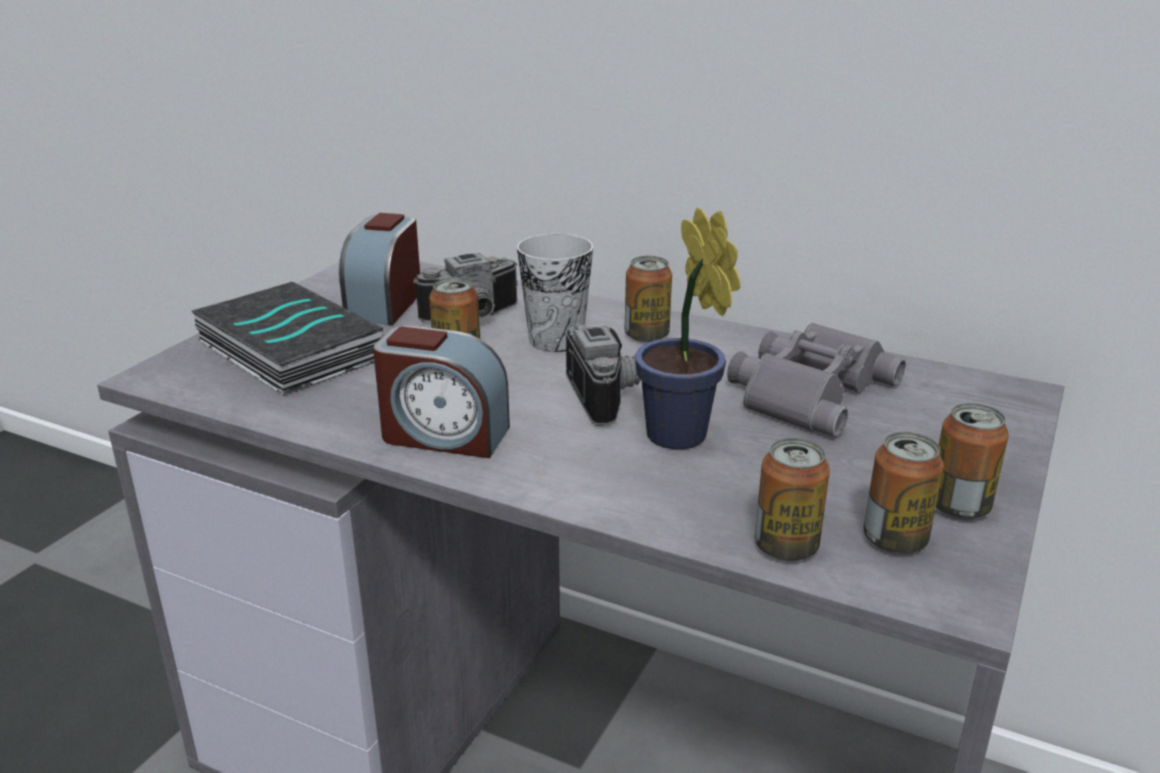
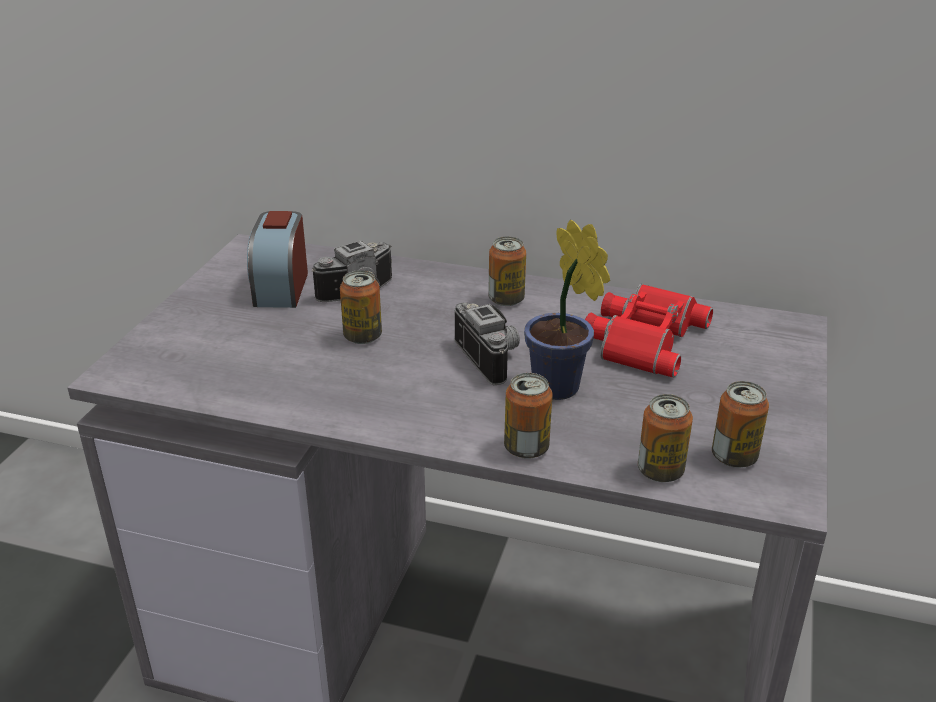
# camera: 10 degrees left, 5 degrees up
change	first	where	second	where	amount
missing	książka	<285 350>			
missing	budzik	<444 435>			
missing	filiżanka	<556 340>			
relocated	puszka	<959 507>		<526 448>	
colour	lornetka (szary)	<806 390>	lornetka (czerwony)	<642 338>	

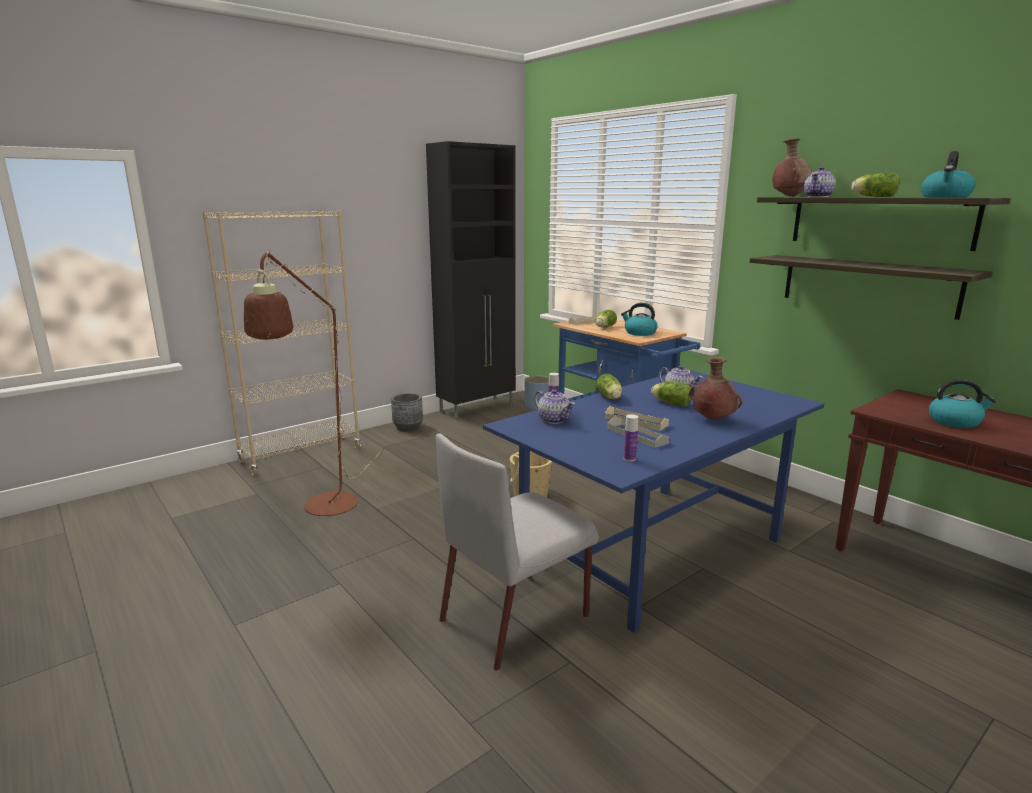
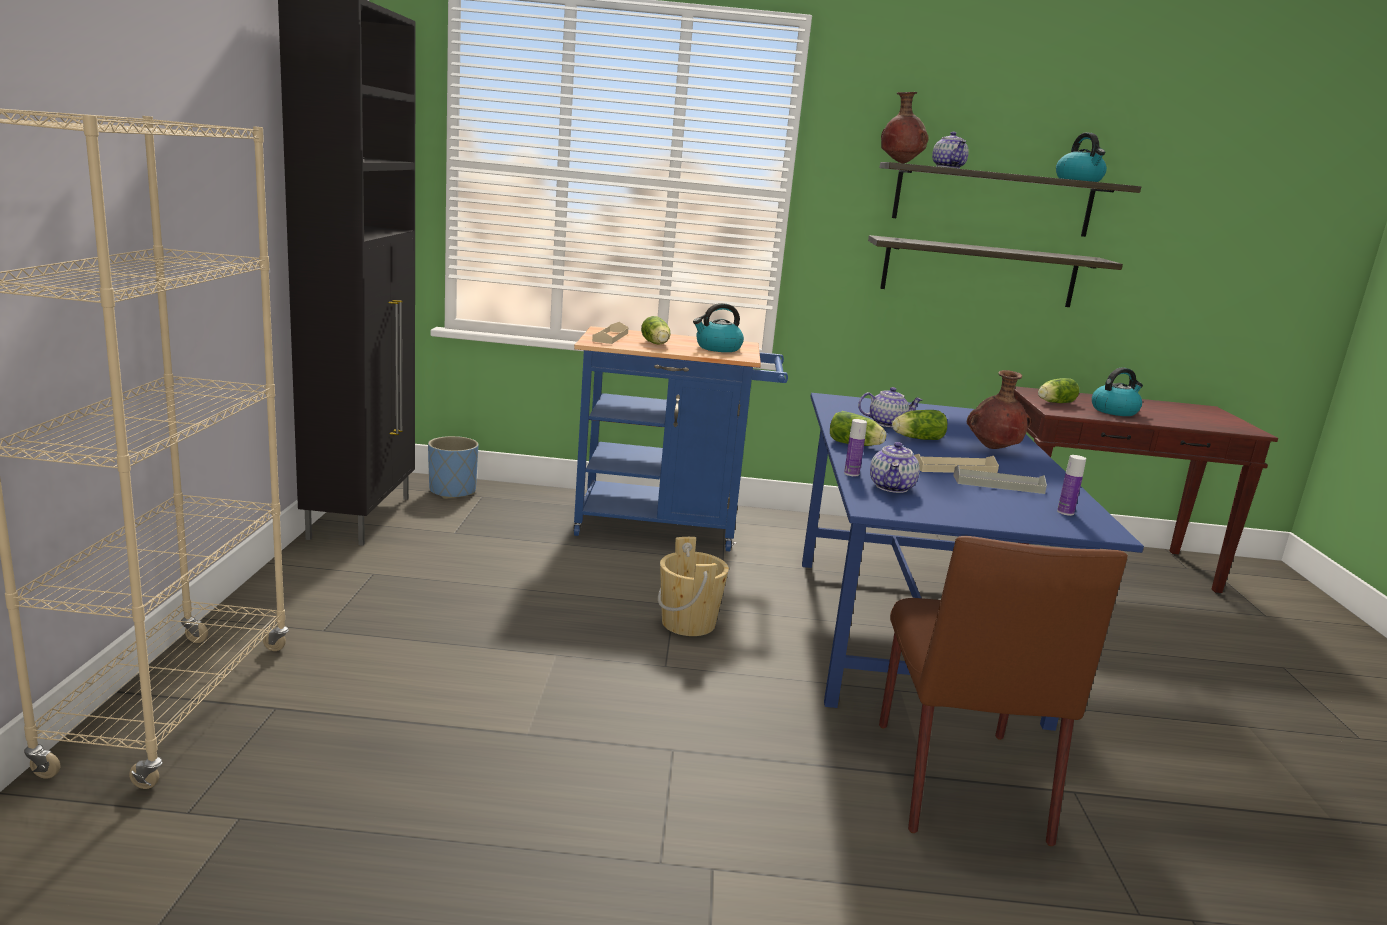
# camera: 50 degrees left, 0 degrees up
change	first	where	second	where	amount
missing	lampa stojąca (brązowy)	<325 510>			
missing	donica (szary)	<408 427>			
relocated	sałata	<872 197>		<1054 403>	
colour	krzesło (szary)	<516 617>	krzesło (brązowy)	<957 778>	
spun	imbryk	<554 420>		<892 487>	105 degrees clockwise

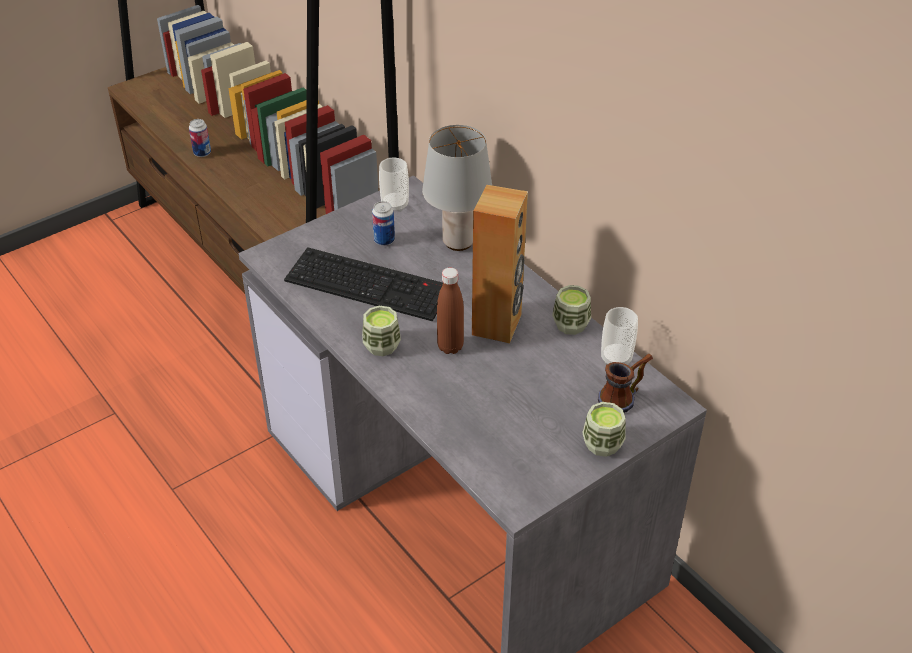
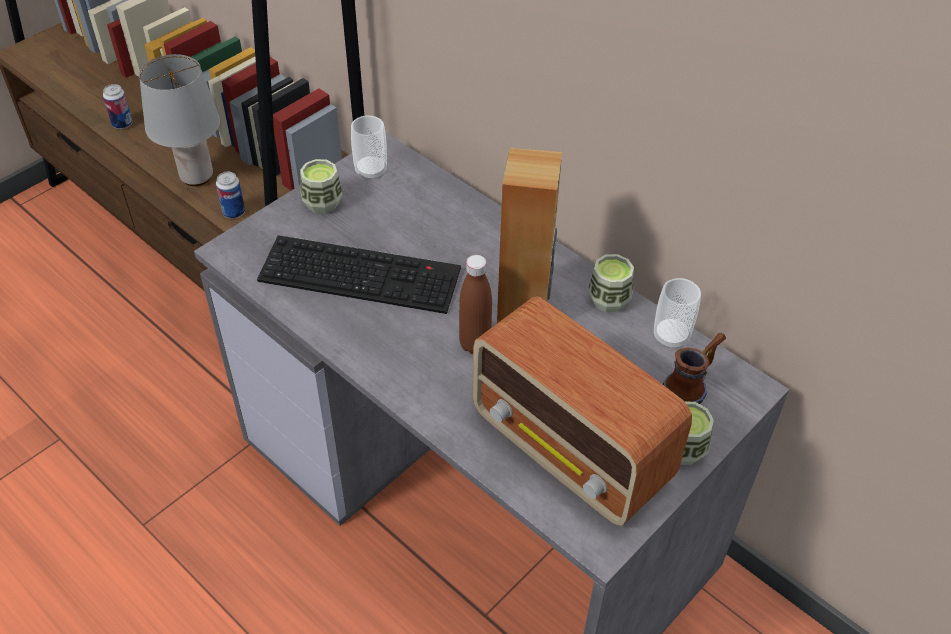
# camera: 10 degrees left, 5 degrees up
change	first	where	second	where	amount
appeared			radio	<571 451>	
relocated	filiżanka	<382 346>		<322 203>	
relocated	puszka	<384 240>		<234 212>	
relocated	lampa stołowa (szary)	<458 242>		<197 177>	

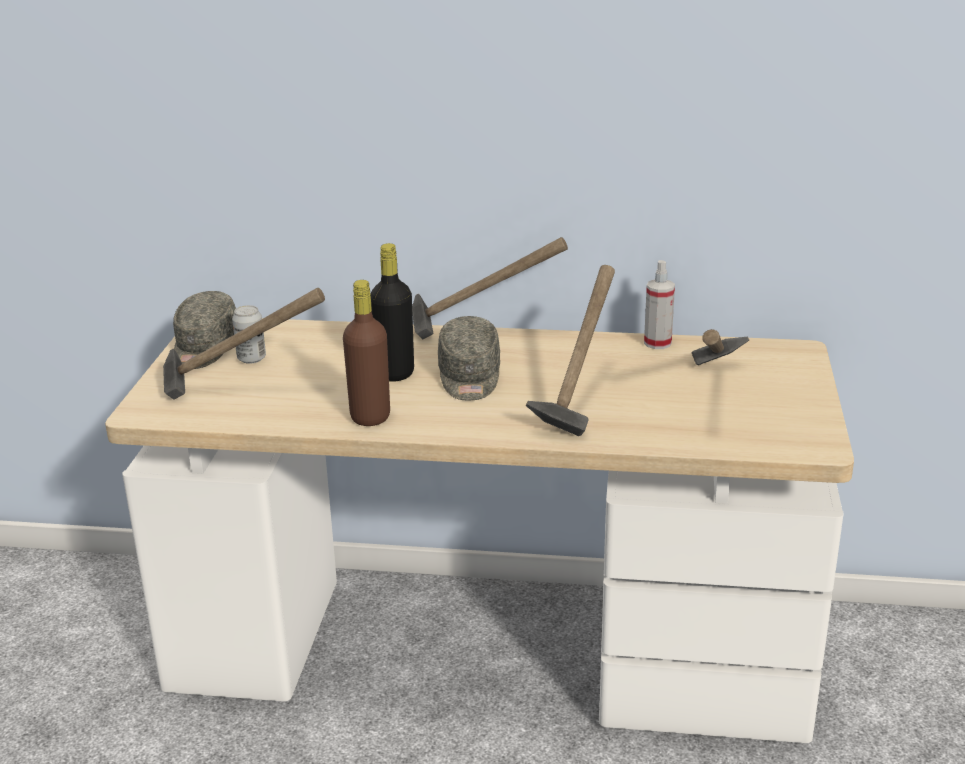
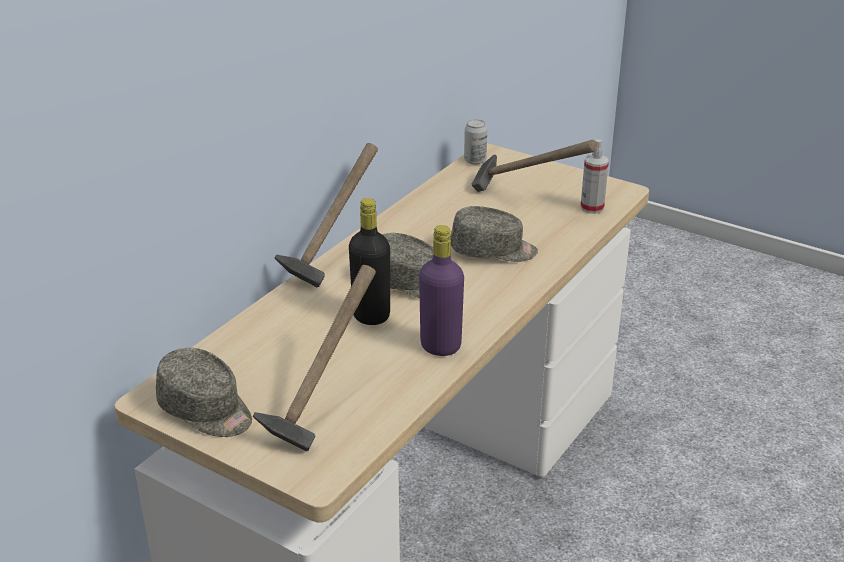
# camera: 65 degrees left, 5 degrees up
change	first	where	second	where	amount
relocated	puszka	<251 358>		<475 161>	
relocated	spryskiwacz	<657 343>		<592 208>	
exchanged	młotek	<577 402>	czapka z daszkiem (szary)	<493 251>	
colour	butelka (brązowy)	<370 417>	butelka (fioletowy)	<440 346>	

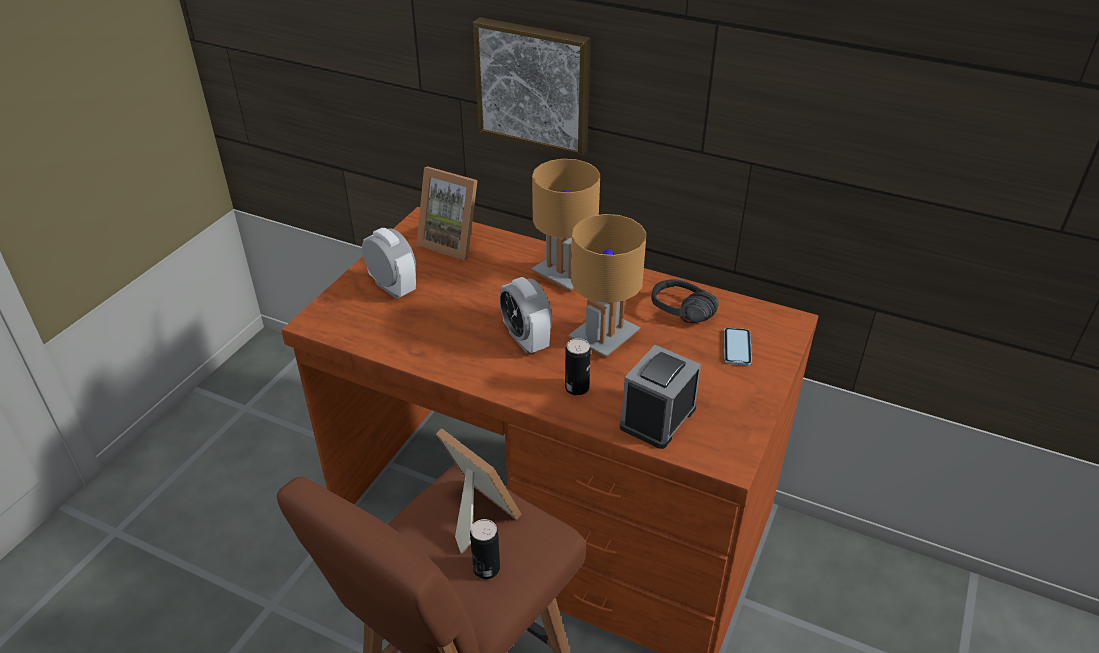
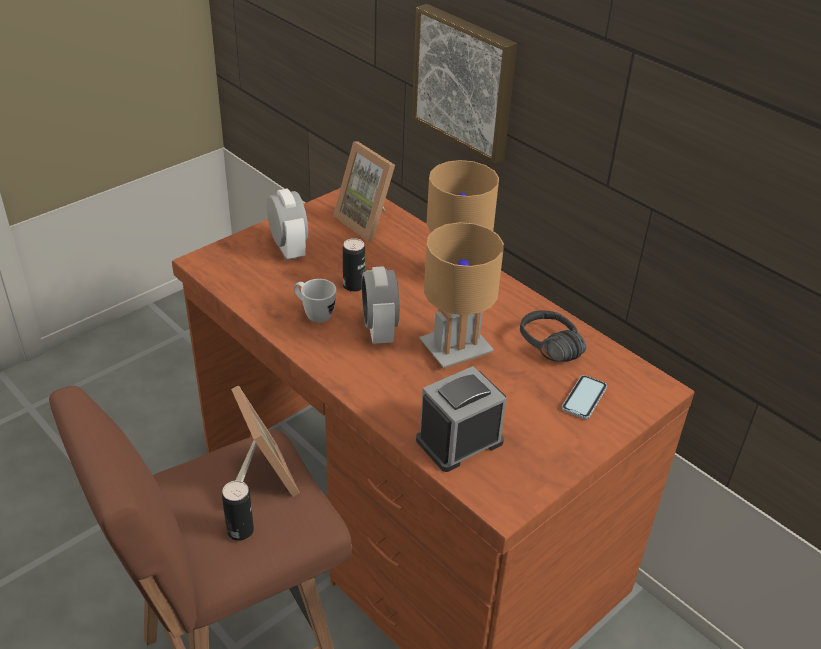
# camera: 20 degrees right, 0 degrees up
change	first	where	second	where	amount
appeared			kubek (biały)	<314 314>	
relocated	puszka	<577 388>		<353 286>	

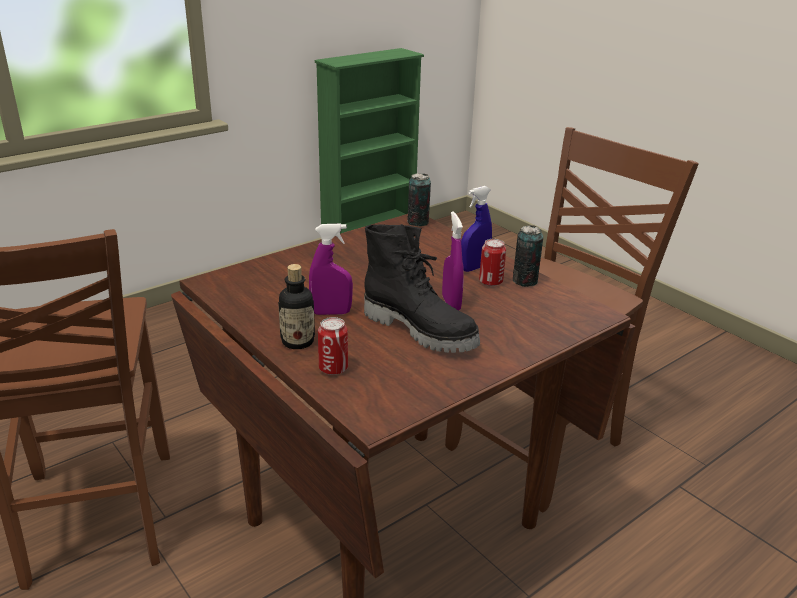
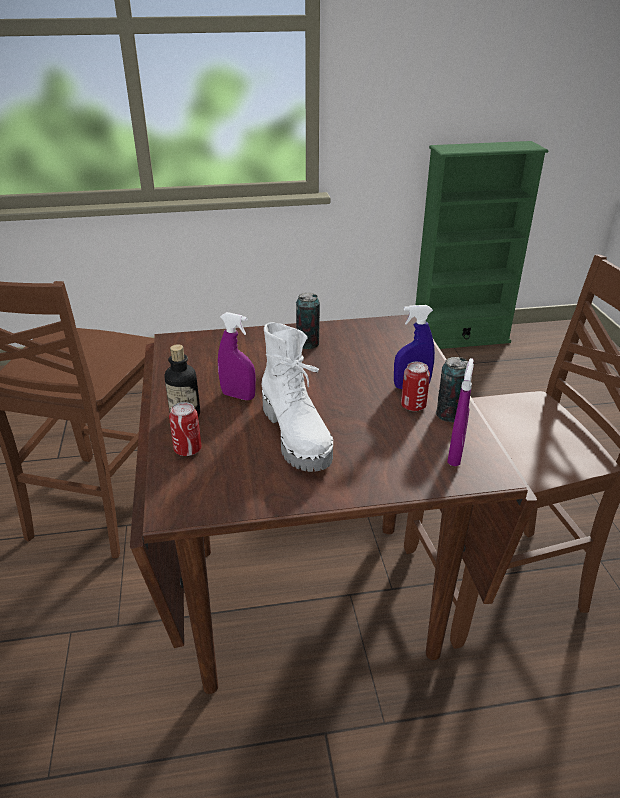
# camera: 30 degrees right, 5 degrees up
change	first	where	second	where	amount
relocated	puszka	<418 222>		<307 344>	
relocated	spryskiwacz (fioletowy)	<451 303>		<455 455>	
colour	but z cholewką (czarny)	<421 329>	but z cholewką (biały)	<298 435>	

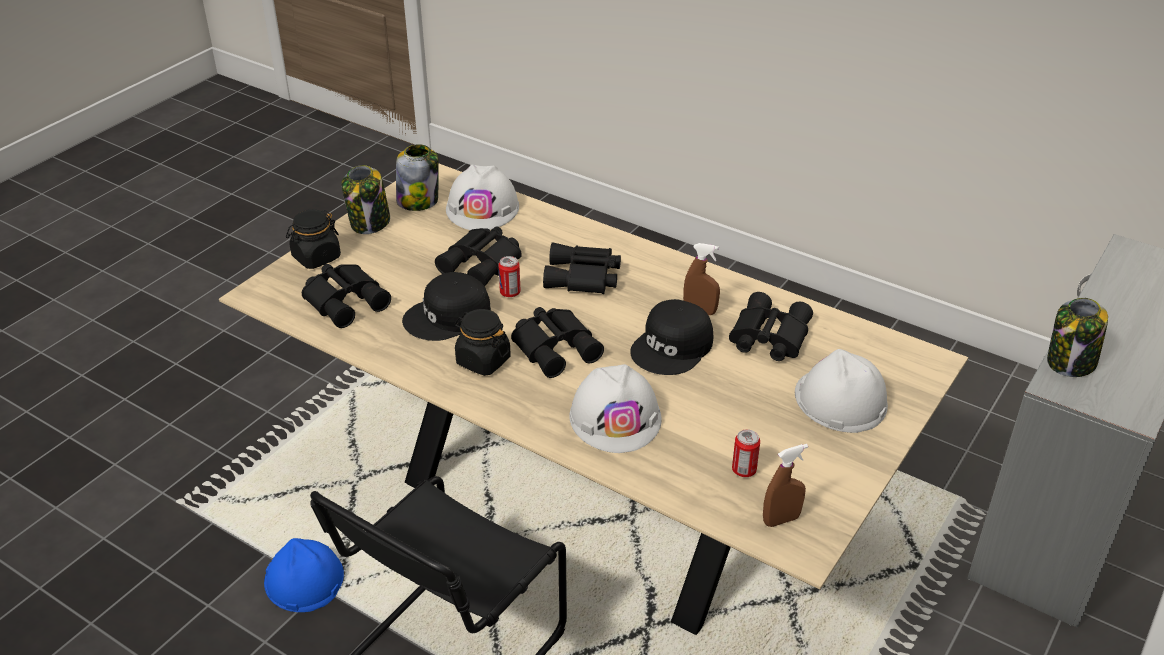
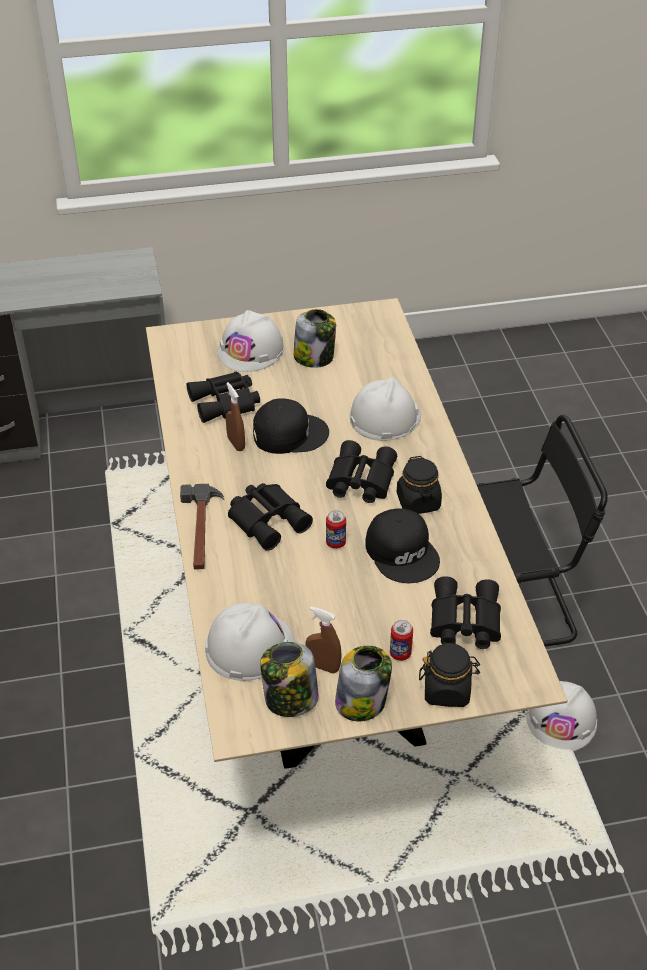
# camera: 135 degrees left, 5 degrees up
change	first	where	second	where	amount
missing	lornetka (czarny)	<483 263>			
appeared			młotek	<201 529>	
relocated	puszka	<744 470>		<400 653>	
relocated	spryskiwacz (brązowy)	<781 520>		<323 666>	
relocated	słoik	<1070 362>		<314 357>	
colour	kask (niebieski)	<304 579>	kask (biały)	<561 720>	
spun	czapka z daszkiem (czarny)	<448 317>		<403 552>	45 degrees clockwise

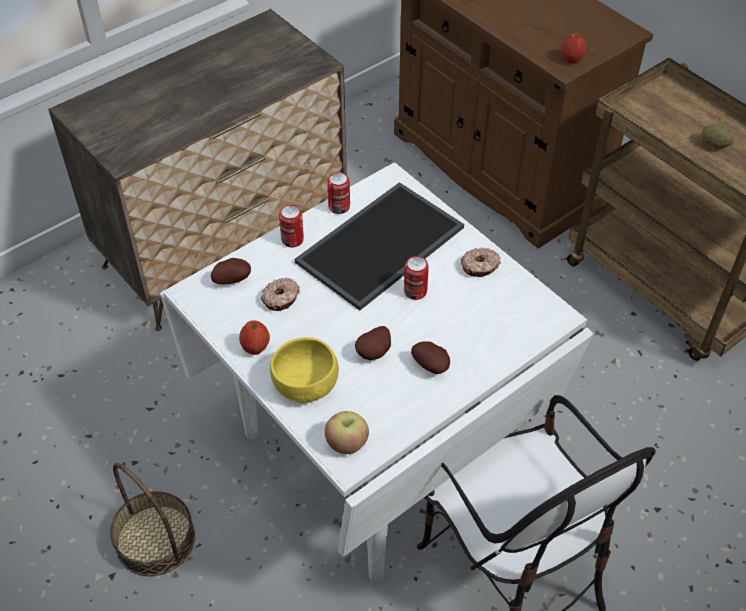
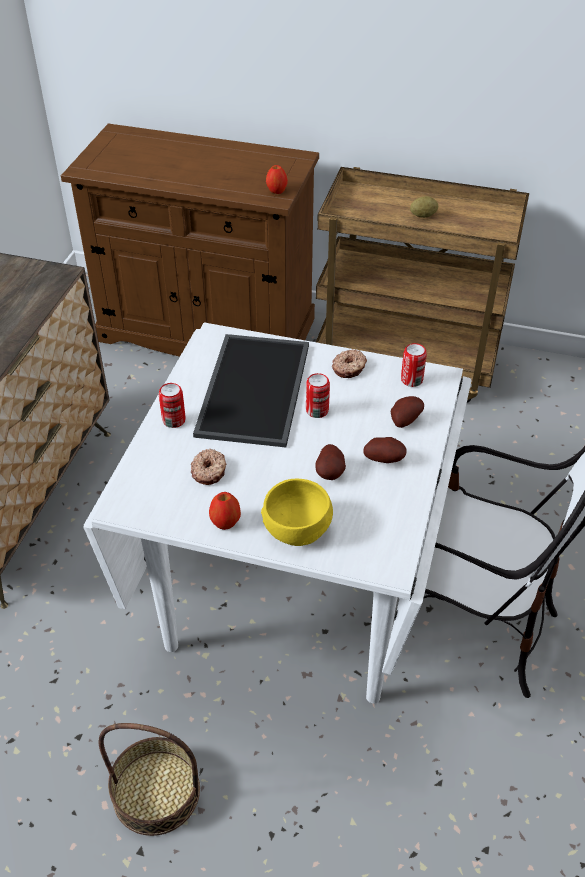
# camera: 35 degrees left, 5 degrees down
change	first	where	second	where	amount
missing	jabłko	<347 443>			
relocated	ziemniak	<232 279>		<403 420>	
relocated	puszka	<339 207>		<411 380>	

